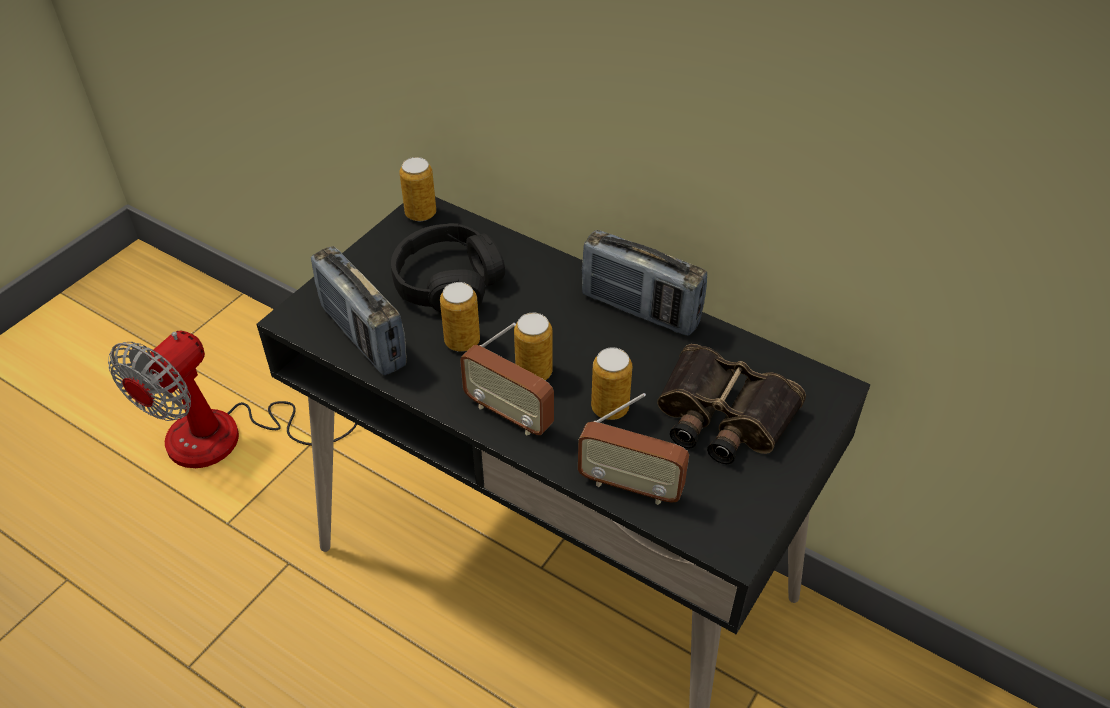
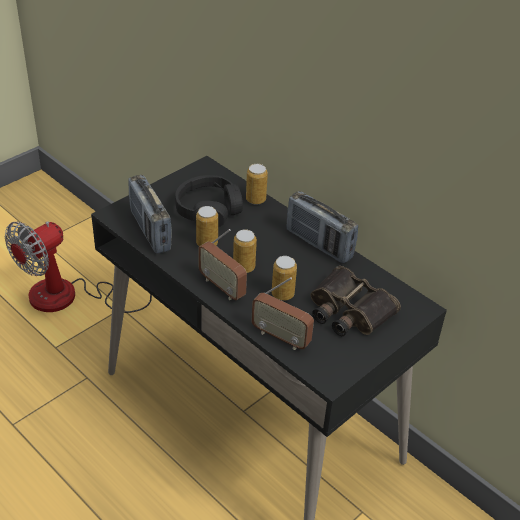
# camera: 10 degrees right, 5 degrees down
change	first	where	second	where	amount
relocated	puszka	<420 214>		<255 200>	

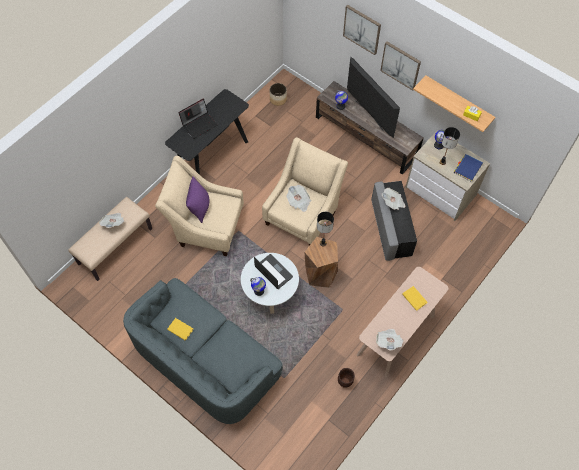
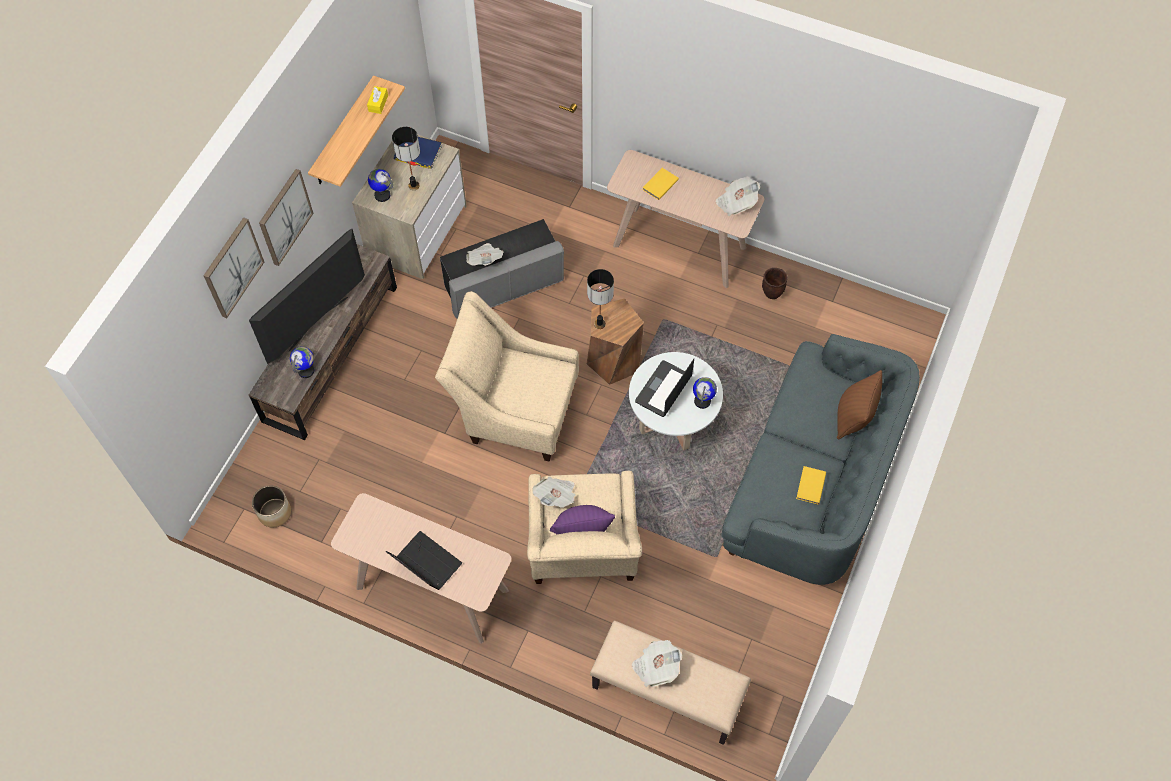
# camera: 105 degrees left, 0 degrees up
change	first	where	second	where	amount
appeared			poduszka (brązowy)	<853 417>	
relocated	gazeta	<298 202>		<556 496>	
colour	stolik konsolowy (czarny)	<212 156>	stolik konsolowy (beżowy)	<431 589>	

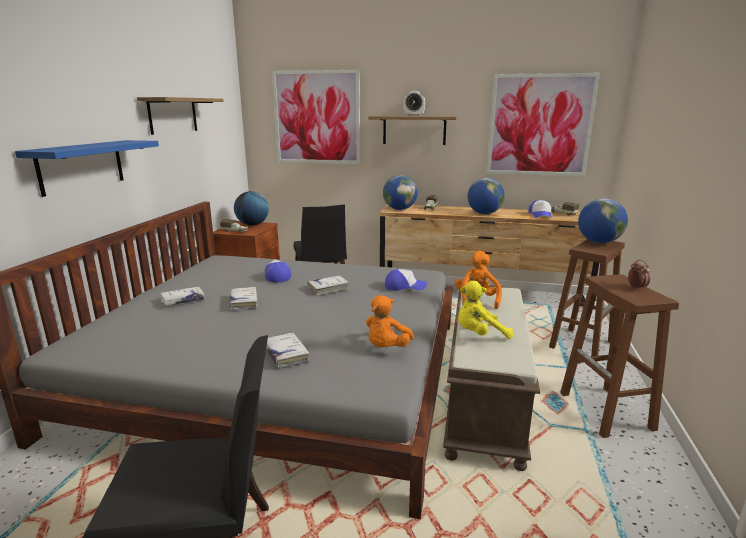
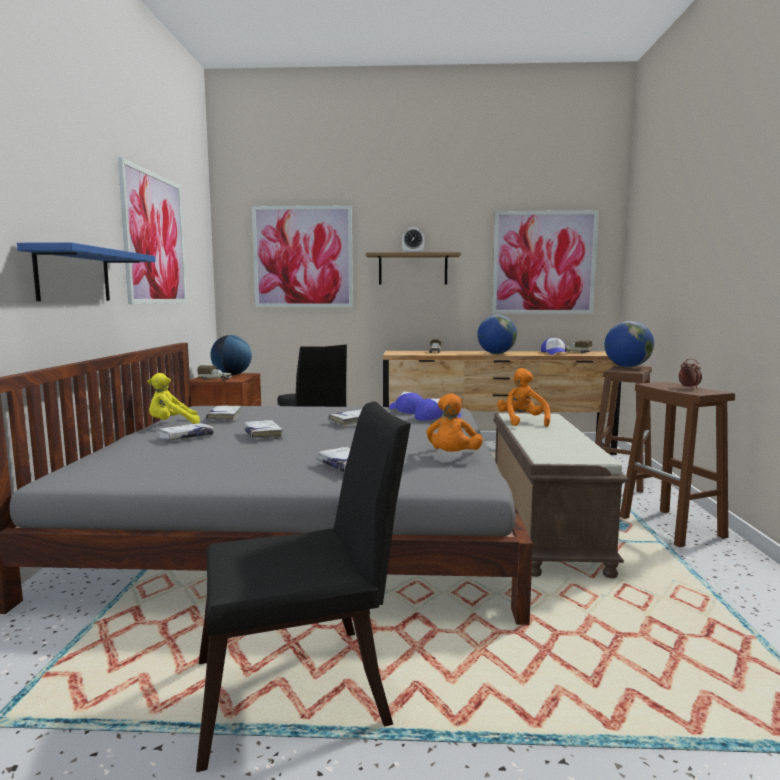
# camera: 10 degrees left, 10 degrees down
change	first	where	second	where	amount
missing	globus	<399 209>			
appeared			książka (biały)	<224 418>	
relocated	czapka z daszkiem	<276 276>		<406 410>	
relocated	pluszak (żółty)	<479 334>		<172 424>	
exchanged	półka	<173 115>	obraz	<155 239>	

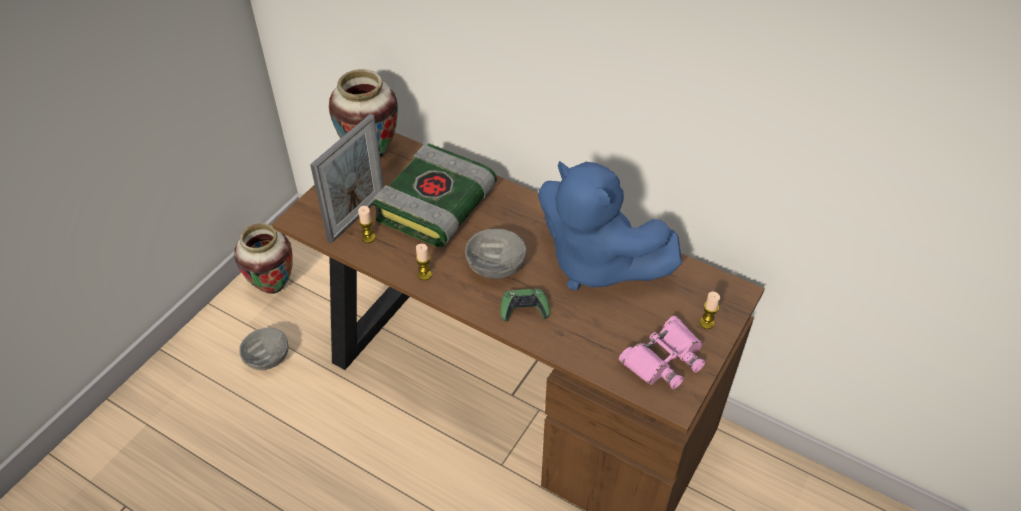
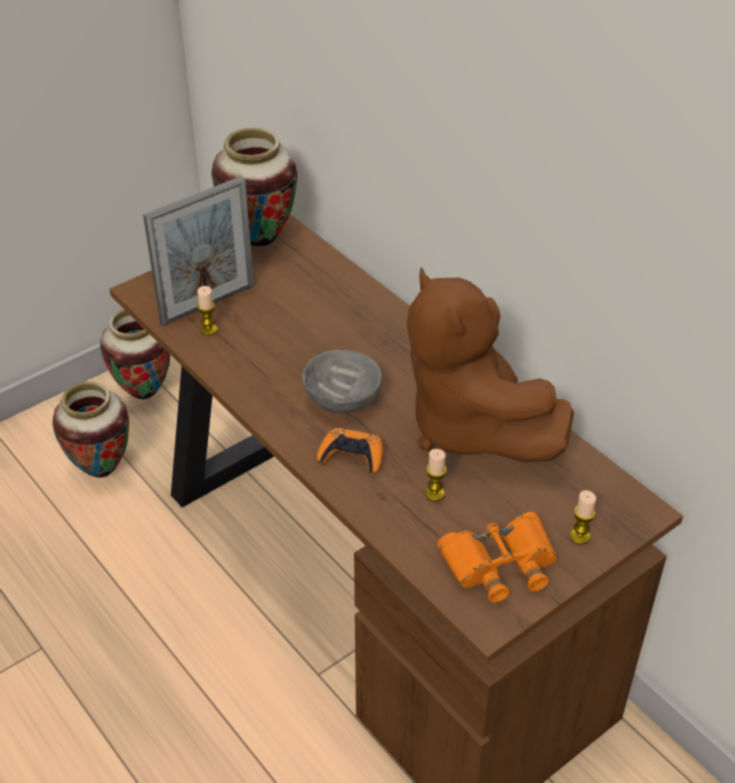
# camera: 20 degrees right, 5 degrees down
change	first	where	second	where	amount
missing	książka	<436 207>			
relocated	świeca	<424 275>		<434 494>	
exchanged	miska (szary)	<267 358>	wazon	<101 469>	
colour	pad do gier (zielony)	<524 309>	pad do gier (pomarańczowy)	<352 456>	
colour	pluszak (niebieski)	<596 263>	pluszak (brązowy)	<470 427>	
colour	lornetka (różowy)	<664 359>	lornetka (pomarańczowy)	<500 563>	

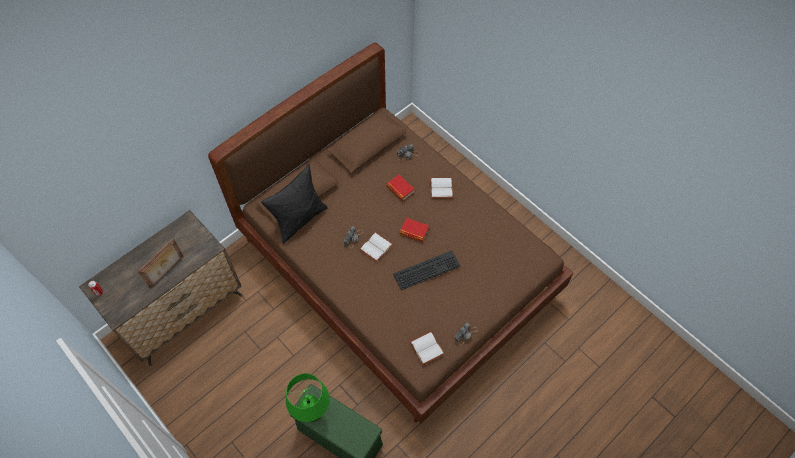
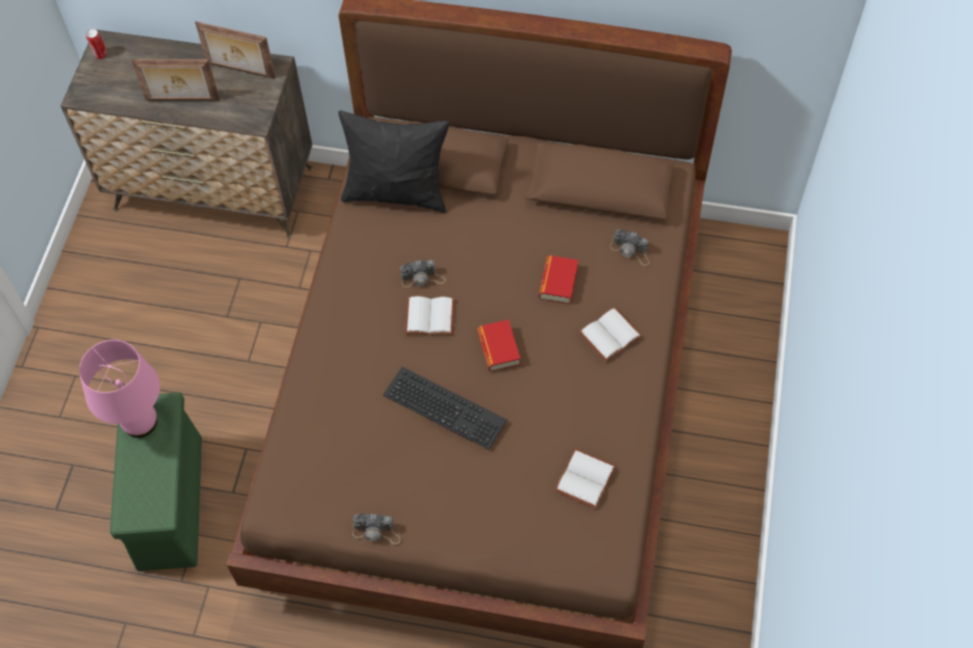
# camera: 55 degrees right, 0 degrees up
change	first	where	second	where	amount
appeared			ramka na zdjęcie	<240 71>	
relocated	książka (biały)	<425 348>		<584 477>	
colour	lampa stołowa (zielony)	<311 412>	lampa stołowa (różowy)	<139 422>	

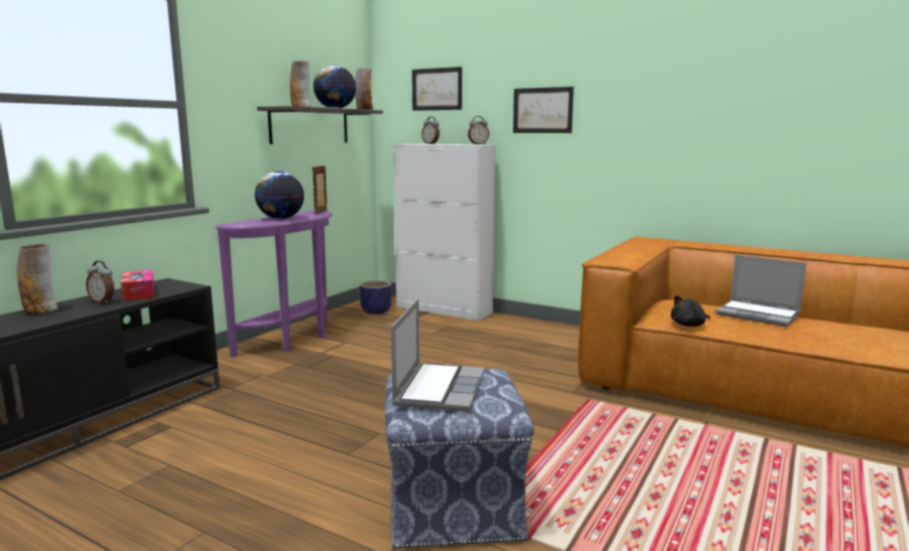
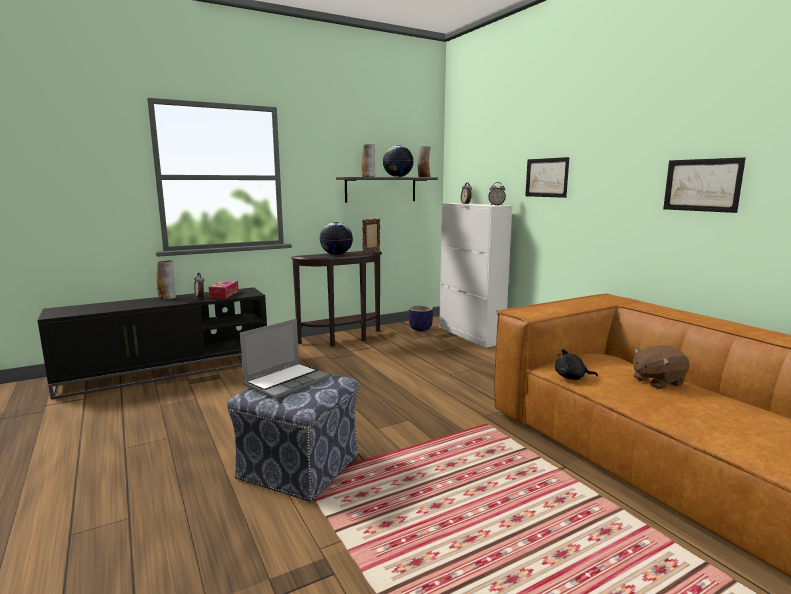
# camera: 30 degrees right, 0 degrees up
change	first	where	second	where	amount
relocated	obraz	<437 89>		<702 185>	
exchanged	laptop	<758 315>	pluszak (brązowy)	<657 381>	
colour	stolik konsolowy (fioletowy)	<293 340>	stolik konsolowy (brązowy)	<344 339>	

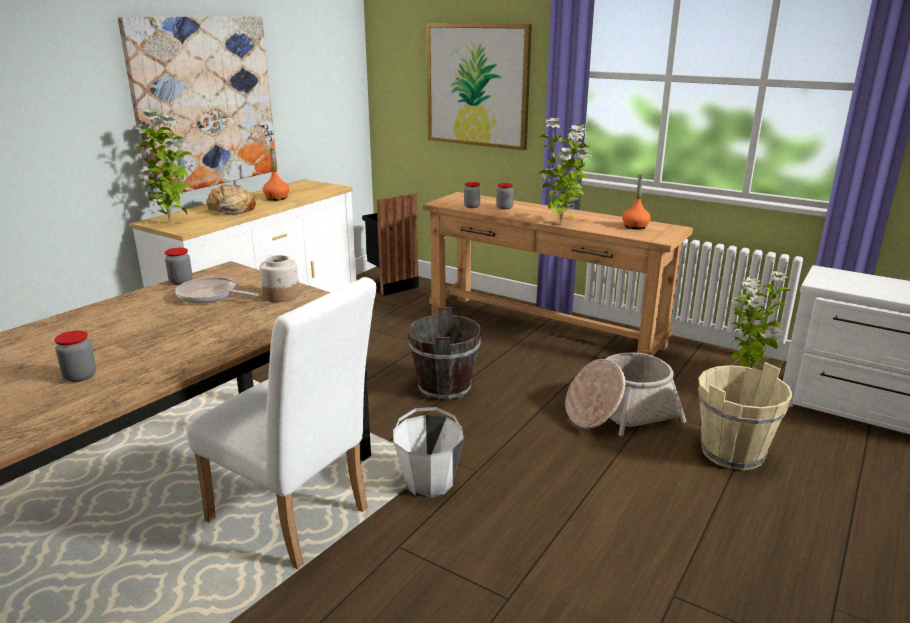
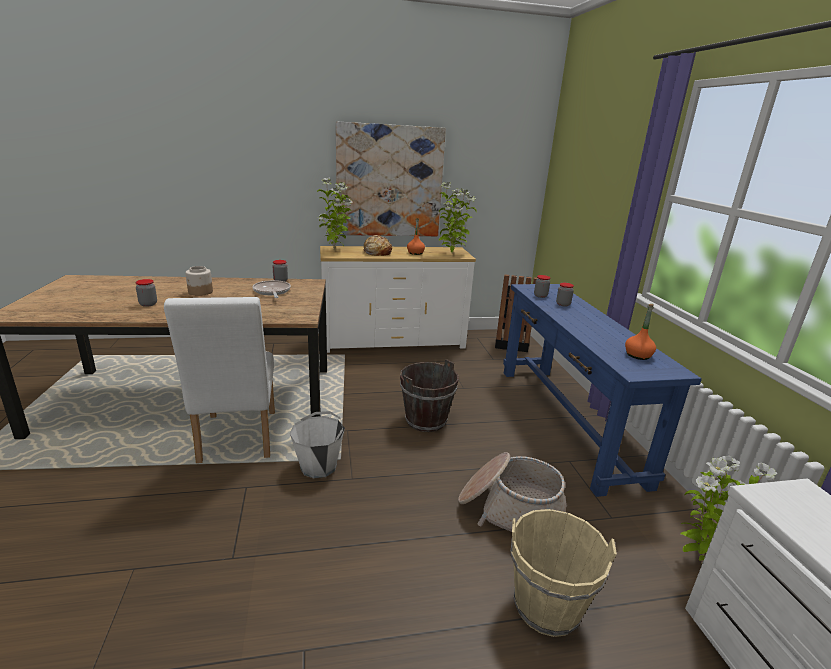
# camera: 45 degrees right, 0 degrees up
change	first	where	second	where	amount
missing	obraz	<477 85>			
relocated	słoik	<281 296>		<200 292>	
relocated	roślina doniczkowa	<562 223>		<452 254>	
colour	stolik konsolowy (brązowy)	<543 330>	stolik konsolowy (niebieski)	<565 421>	

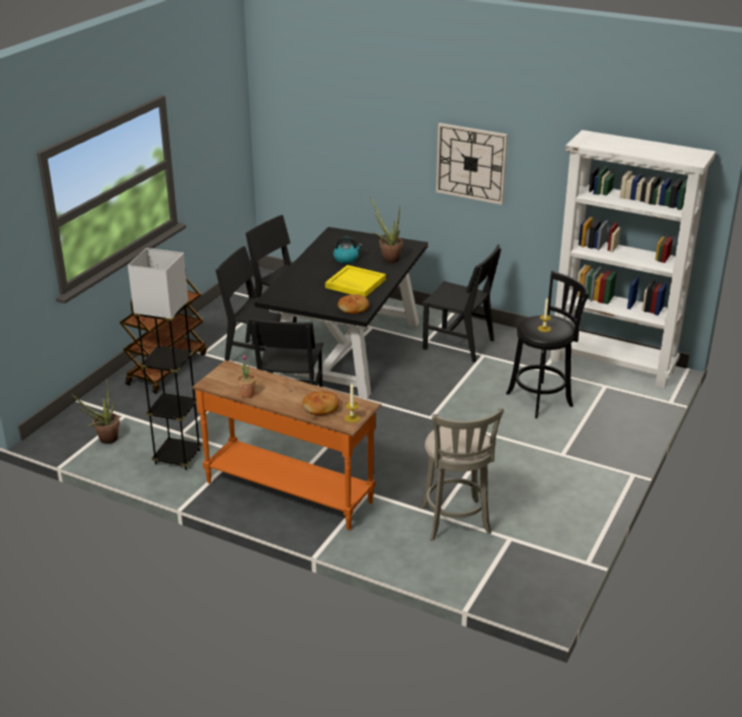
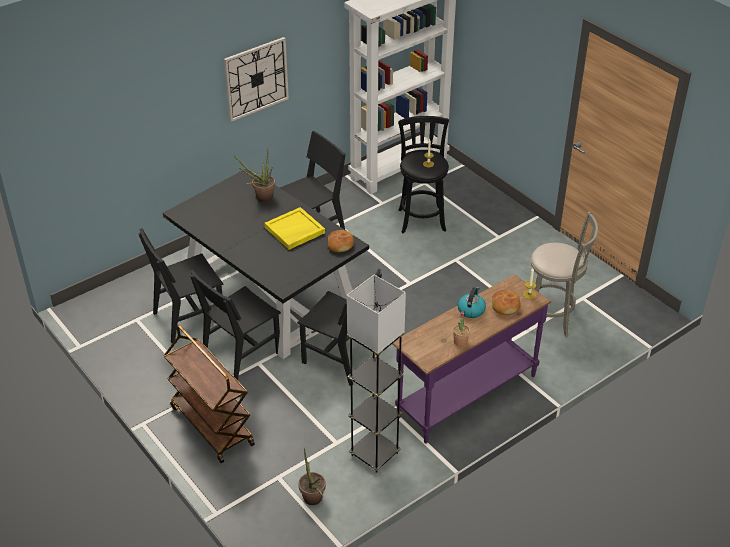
# camera: 65 degrees left, 10 degrees up
change	first	where	second	where	amount
relocated	czajnik	<346 259>		<471 310>	
colour	stolik konsolowy (pomarańczowy)	<289 491>	stolik konsolowy (fioletowy)	<466 395>	

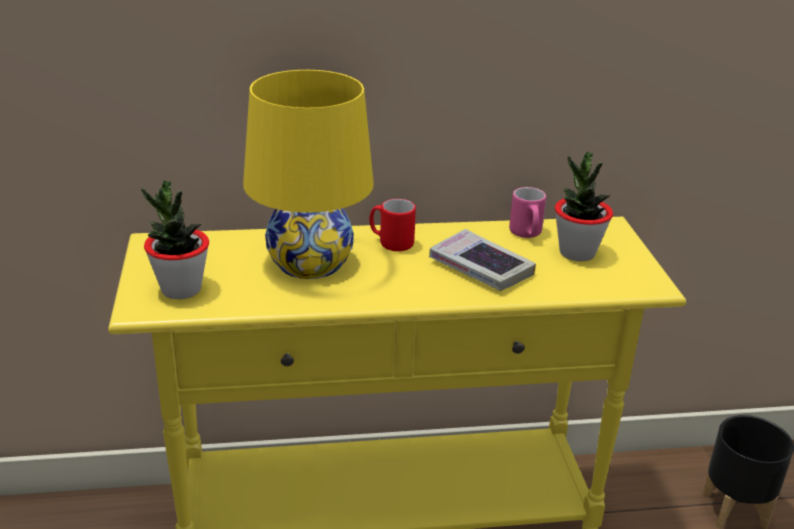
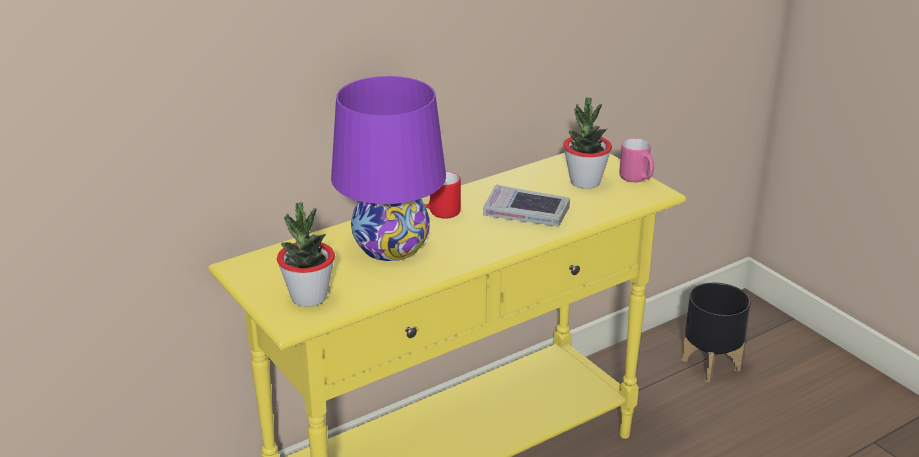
# camera: 25 degrees left, 0 degrees up
change	first	where	second	where	amount
relocated	kubek (różowy)	<527 235>		<637 179>	
colour	lampa stołowa (żółty)	<309 263>	lampa stołowa (fioletowy)	<391 246>	

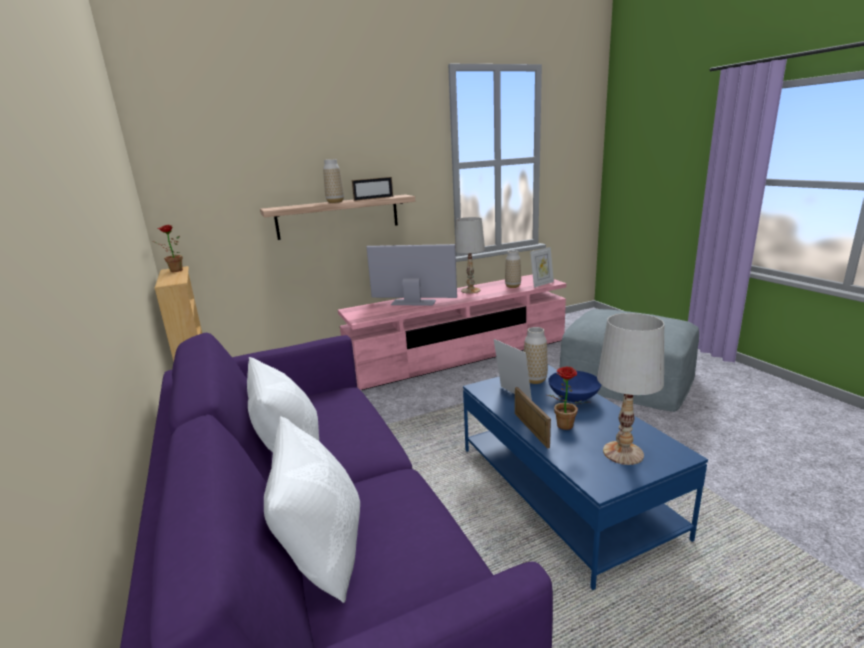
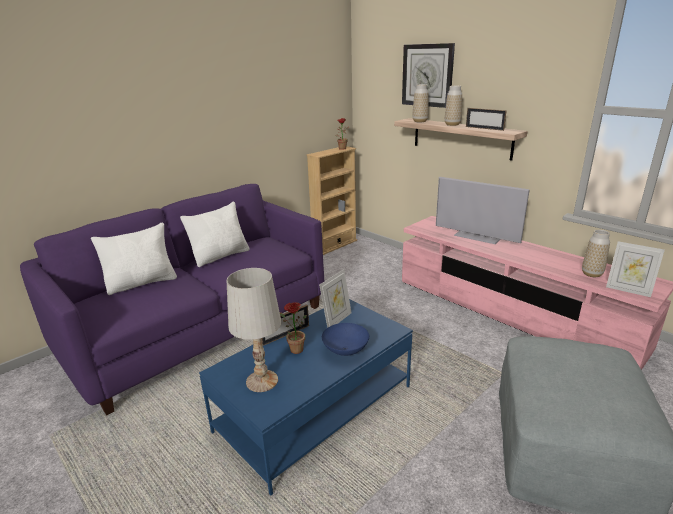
# camera: 70 degrees right, 5 degrees up
change	first	where	second	where	amount
missing	lampa stołowa (biały)	<470 290>			
appeared			zegar ścienny	<427 75>	
relocated	wazon	<534 380>		<420 121>	
spun	telewizor	<413 302>		<476 237>	135 degrees clockwise

